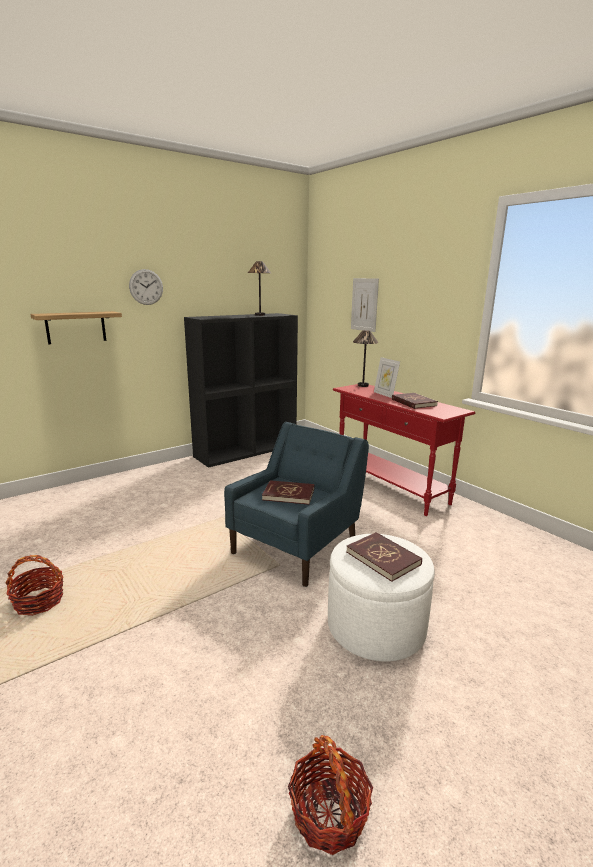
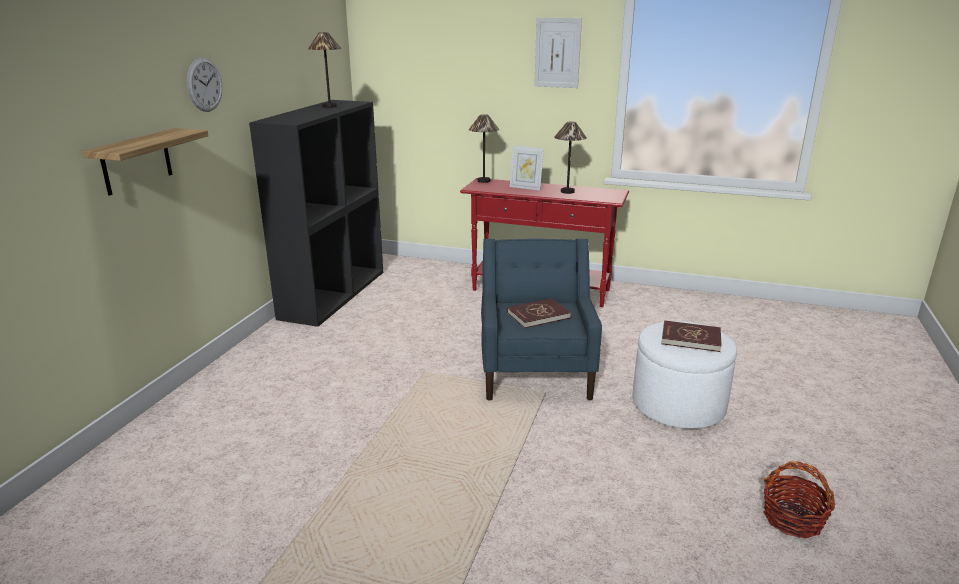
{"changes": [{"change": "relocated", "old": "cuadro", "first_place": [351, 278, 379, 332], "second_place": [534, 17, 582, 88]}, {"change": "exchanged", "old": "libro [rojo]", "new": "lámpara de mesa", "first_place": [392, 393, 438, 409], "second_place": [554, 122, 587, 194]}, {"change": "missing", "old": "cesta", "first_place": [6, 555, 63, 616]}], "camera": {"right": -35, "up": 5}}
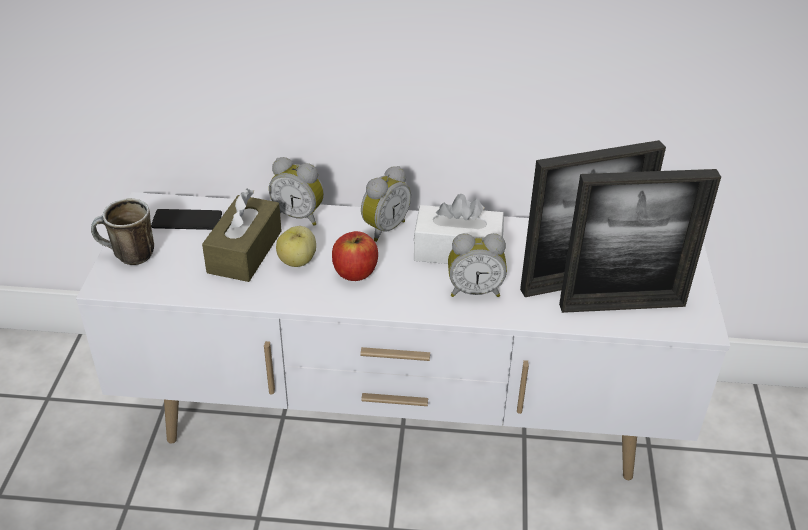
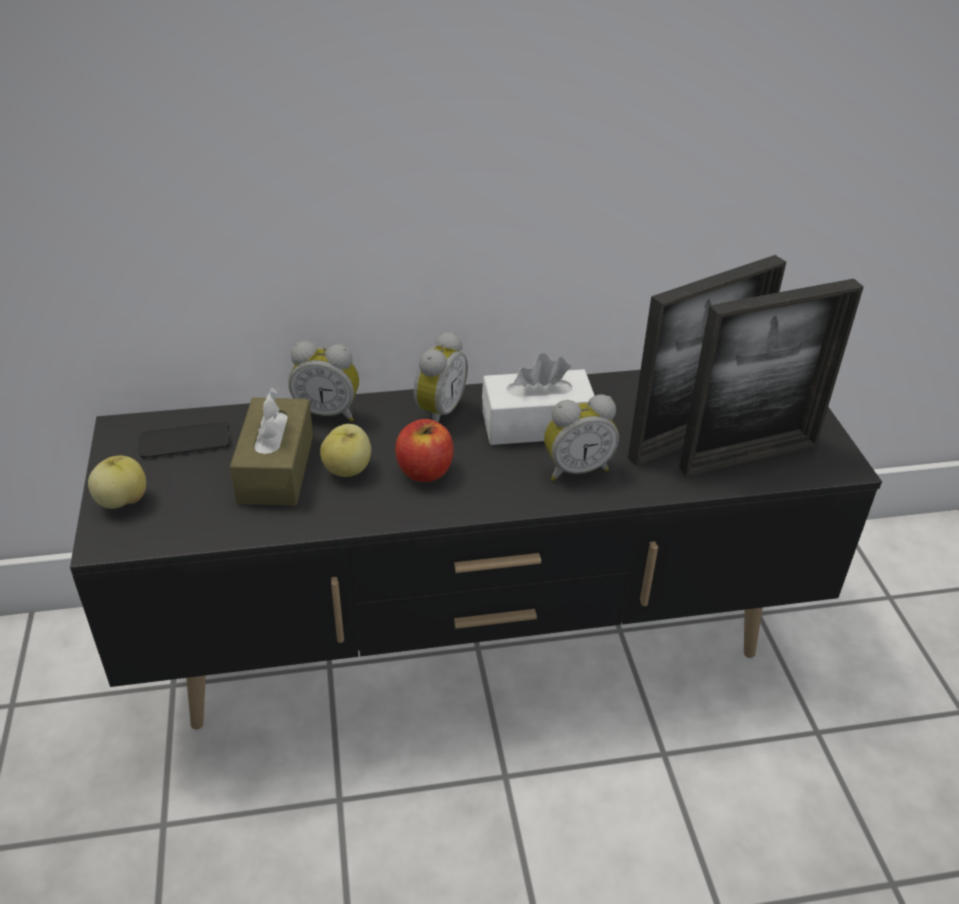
{"changes": [{"change": "colour", "old": "mueble de televisión [blanco]", "new": "mueble de televisión [negro]", "first_place": [76, 192, 730, 480], "second_place": [70, 370, 882, 730]}, {"change": "exchanged", "old": "taza grande", "new": "manzana", "first_place": [91, 198, 154, 265], "second_place": [88, 455, 146, 509]}], "camera": {"right": -15, "up": 0}}
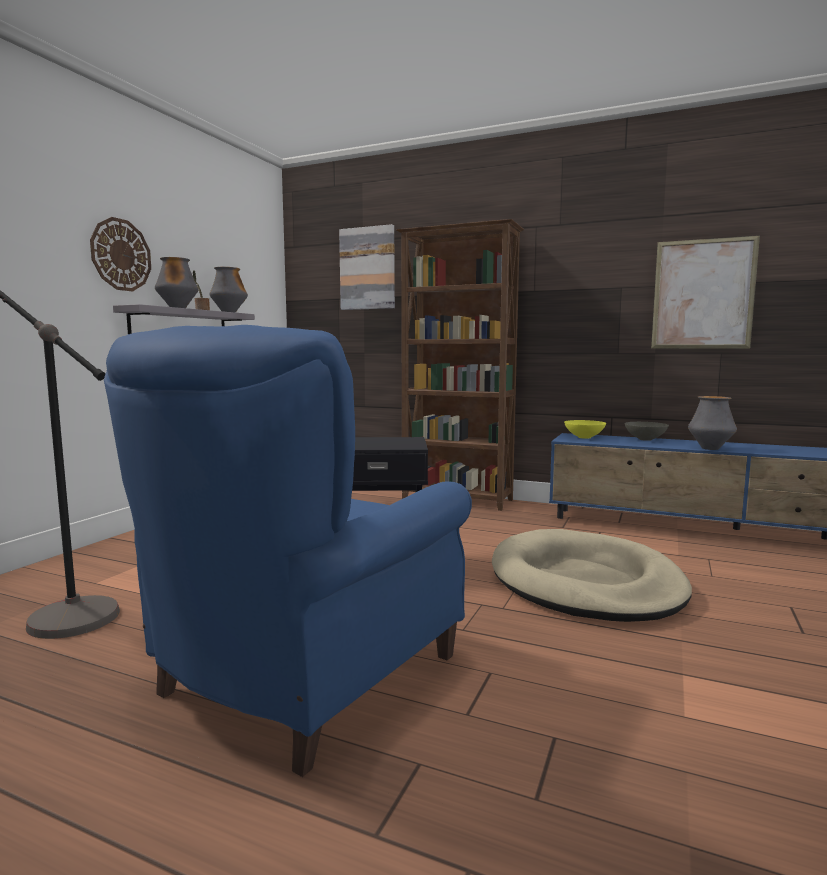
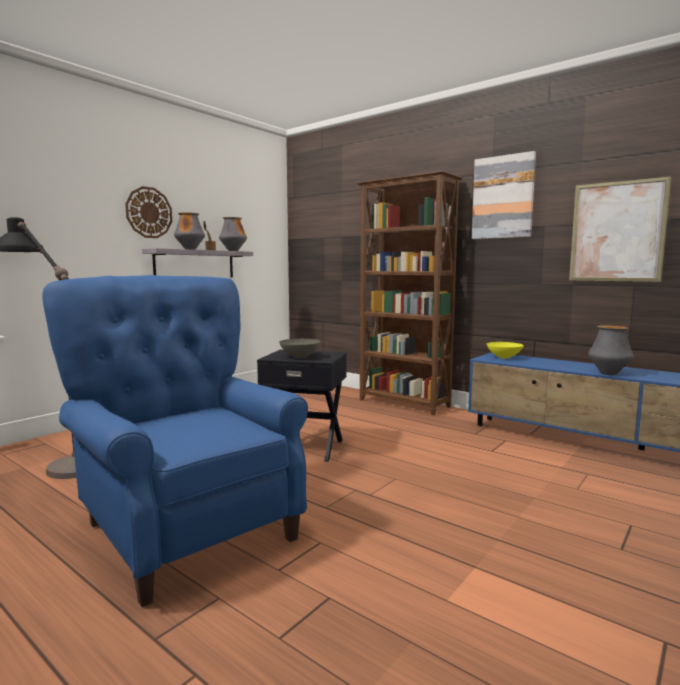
{"changes": [{"change": "relocated", "old": "cuadro", "first_place": [339, 224, 395, 310], "second_place": [472, 151, 536, 239]}, {"change": "spun", "old": "sillón [azul]", "first_place": [104, 325, 472, 777], "second_place": [42, 275, 308, 607], "degrees": 90}, {"change": "relocated", "old": "cuenco [gris]", "first_place": [624, 422, 669, 441], "second_place": [279, 339, 321, 358]}, {"change": "missing", "old": "cama para perro [beis]", "first_place": [492, 529, 692, 622]}], "camera": {"right": 15, "up": 0}}
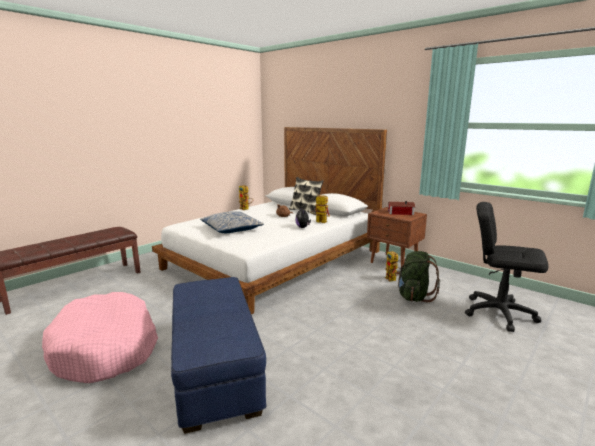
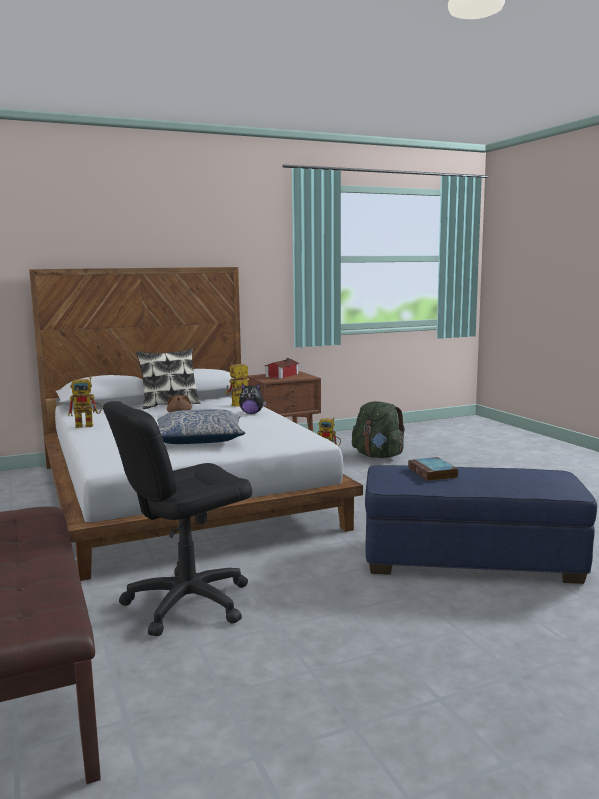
{"changes": [{"change": "relocated", "old": "silla de oficina [negro]", "first_place": [465, 202, 548, 332], "second_place": [103, 401, 252, 636]}, {"change": "missing", "old": "cama para perro [rosa]", "first_place": [42, 292, 158, 383]}, {"change": "appeared", "new": "libro", "second_place": [408, 457, 458, 481]}], "camera": {"right": -65, "up": -5}}
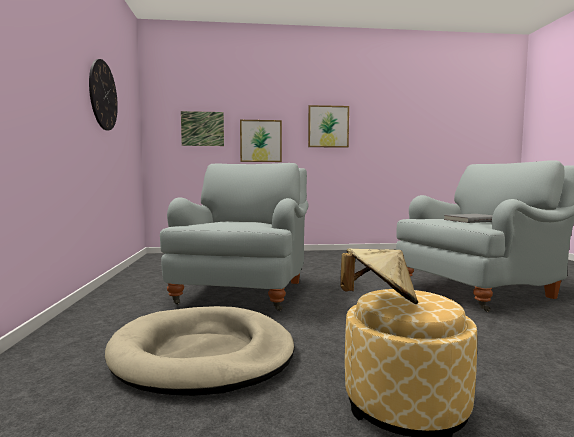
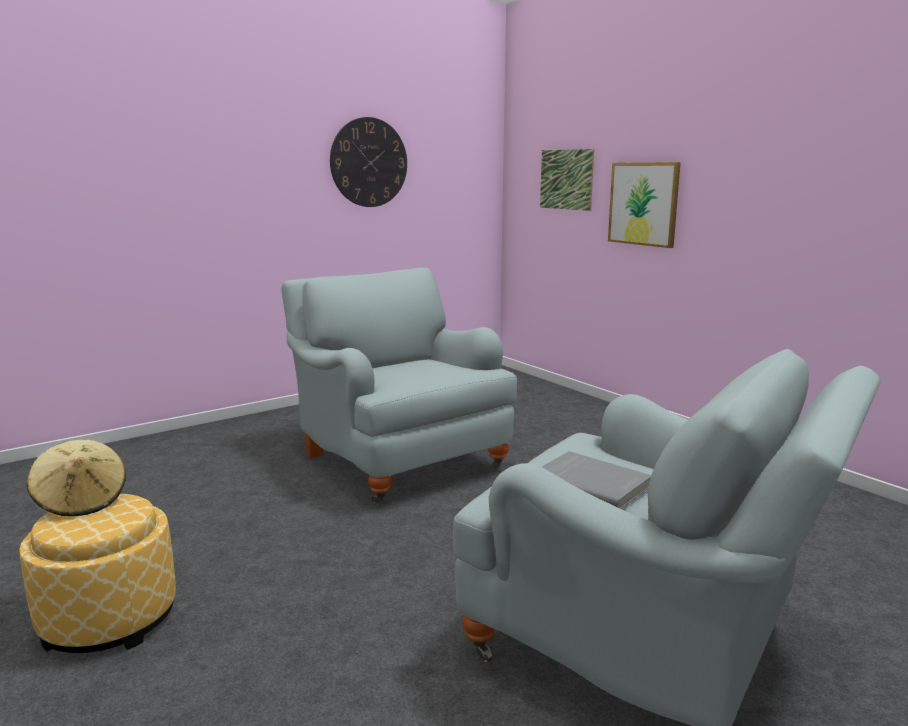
{"changes": [{"change": "missing", "old": "cuadro", "first_place": [308, 105, 349, 148]}, {"change": "spun", "old": "sillón [gris]", "first_place": [160, 163, 309, 311], "second_place": [281, 268, 517, 503], "degrees": -105}, {"change": "missing", "old": "cama para perro [beis]", "first_place": [105, 306, 295, 396]}], "camera": {"right": 60, "up": 10}}
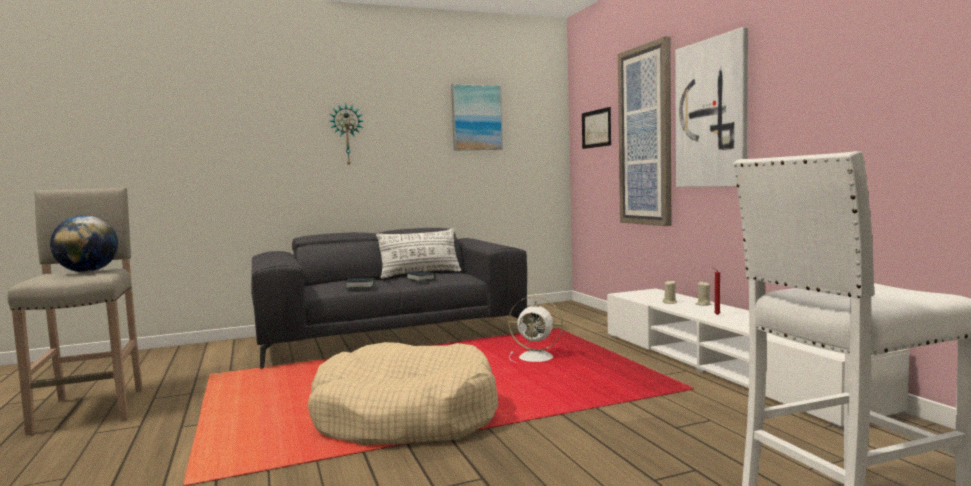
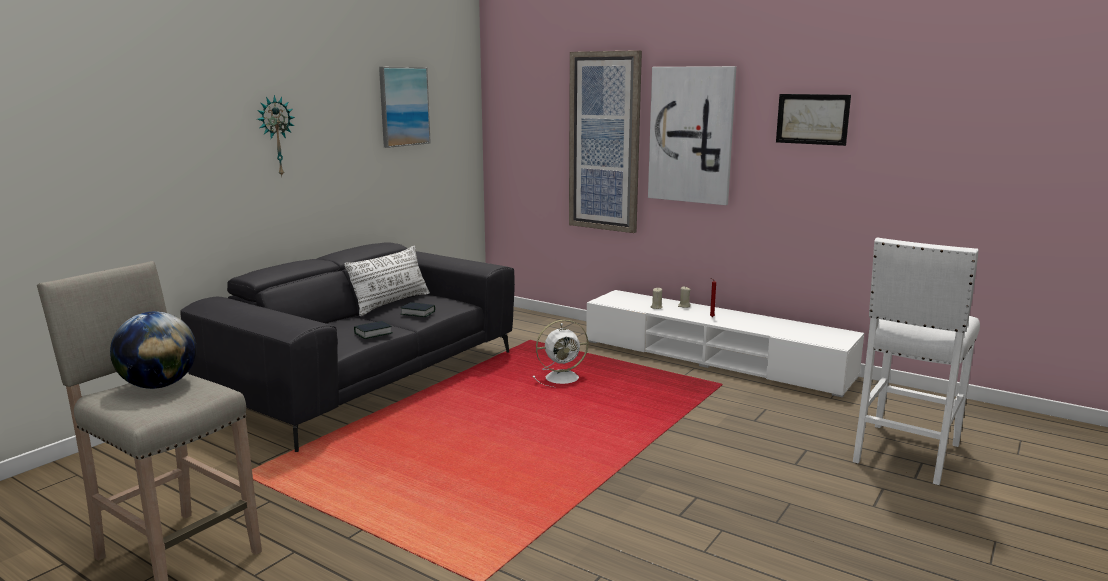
{"changes": [{"change": "relocated", "old": "cuadro", "first_place": [582, 107, 611, 149], "second_place": [776, 94, 851, 146]}, {"change": "missing", "old": "cama para perro [beis]", "first_place": [308, 342, 499, 445]}], "camera": {"right": -35, "up": 10}}
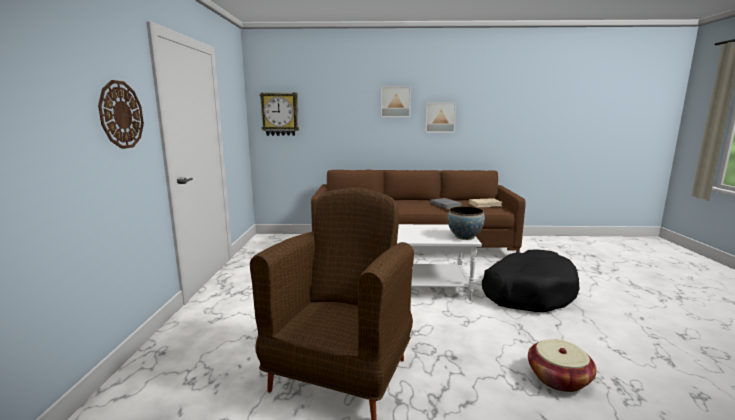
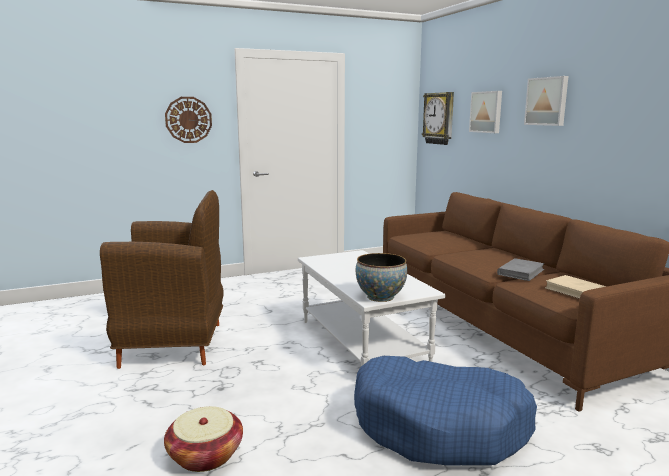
{"changes": [{"change": "relocated", "old": "cuadro", "first_place": [425, 103, 456, 133], "second_place": [469, 91, 502, 133]}, {"change": "colour", "old": "cama para perro [negro]", "new": "cama para perro [azul]", "first_place": [482, 250, 579, 312], "second_place": [354, 356, 537, 465]}], "camera": {"right": 65, "up": 0}}
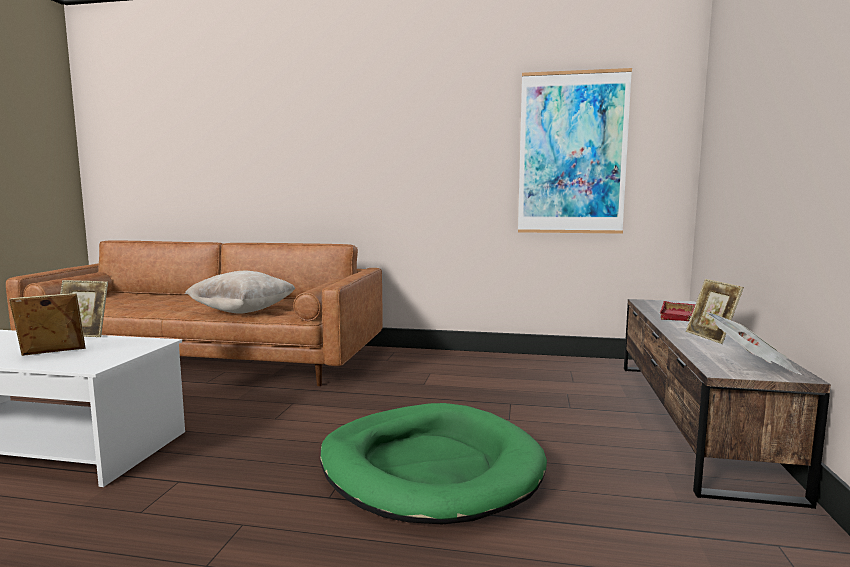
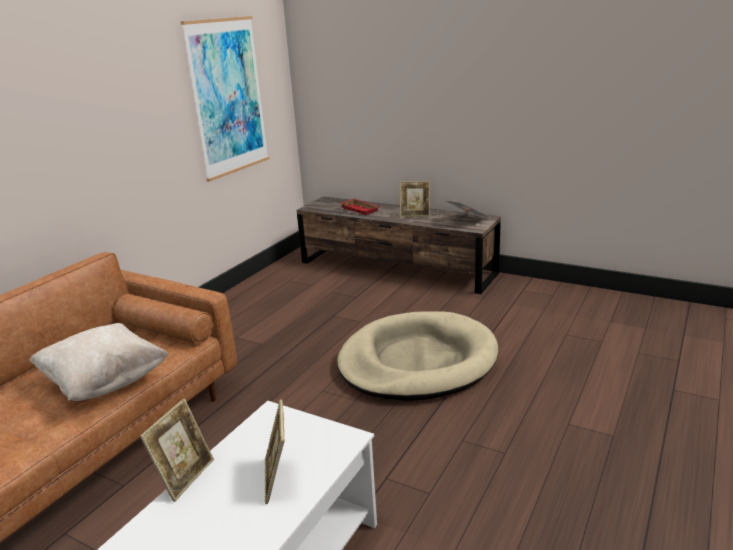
{"changes": [{"change": "colour", "old": "cama para perro [verde]", "new": "cama para perro [beis]", "first_place": [320, 403, 547, 525], "second_place": [337, 311, 498, 401]}], "camera": {"right": -70, "up": 15}}
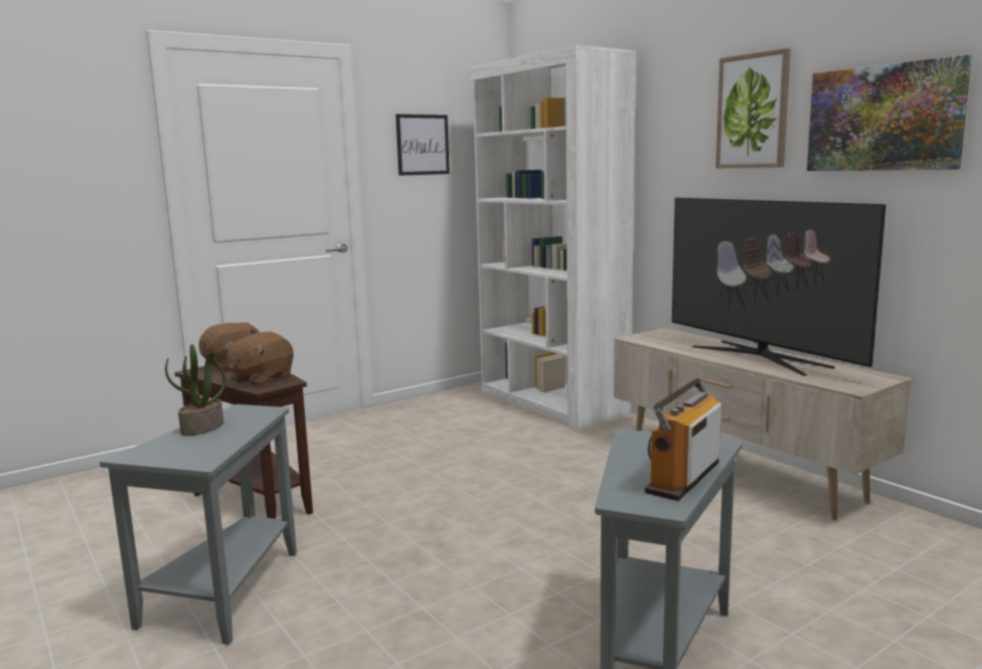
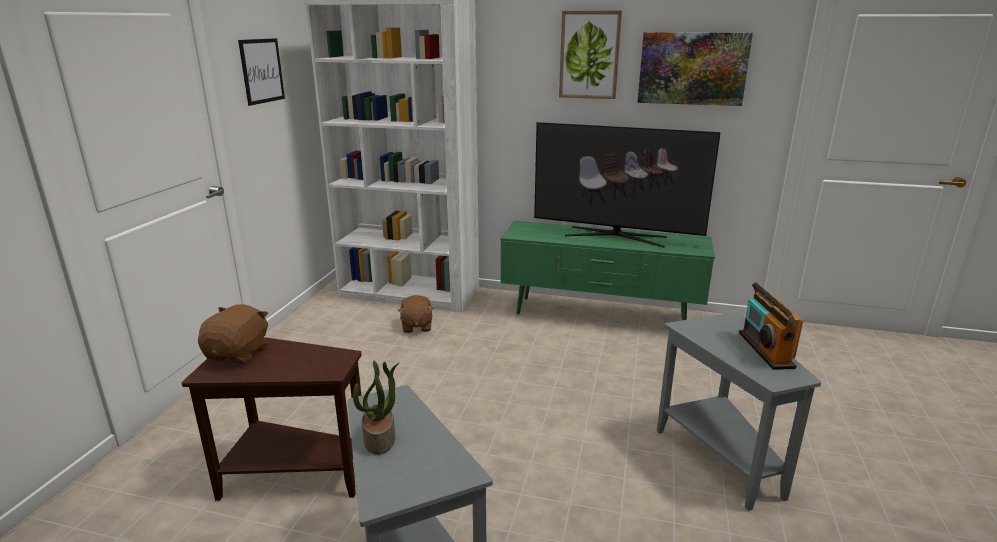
{"changes": [{"change": "colour", "old": "mueble de televisión [beis]", "new": "mueble de televisión [verde]", "first_place": [614, 328, 913, 520], "second_place": [501, 221, 715, 320]}, {"change": "relocated", "old": "peluche [marrón]", "first_place": [225, 331, 293, 387], "second_place": [398, 295, 434, 333]}], "camera": {"right": -40, "up": 10}}
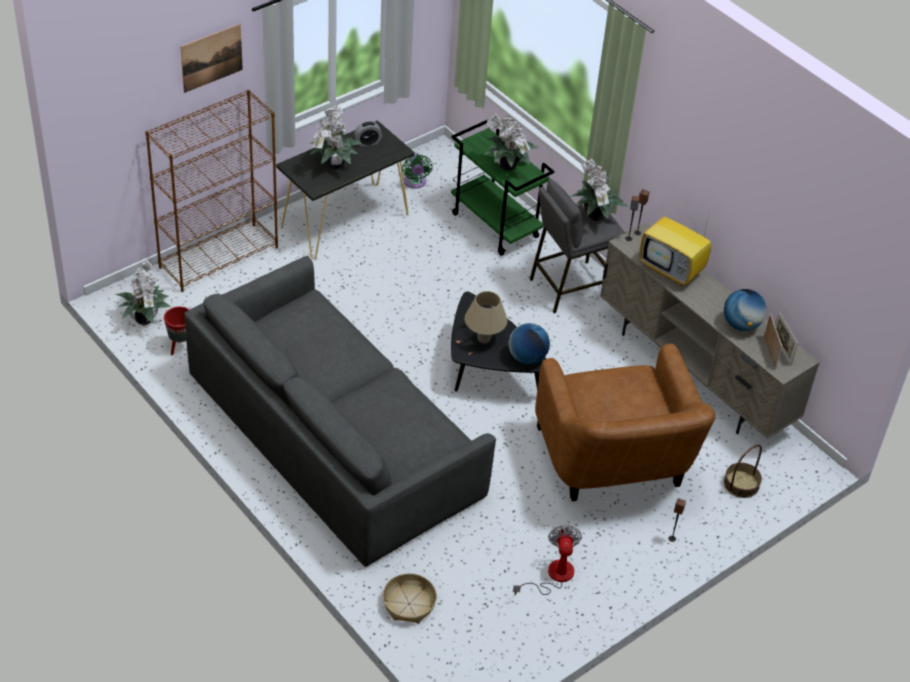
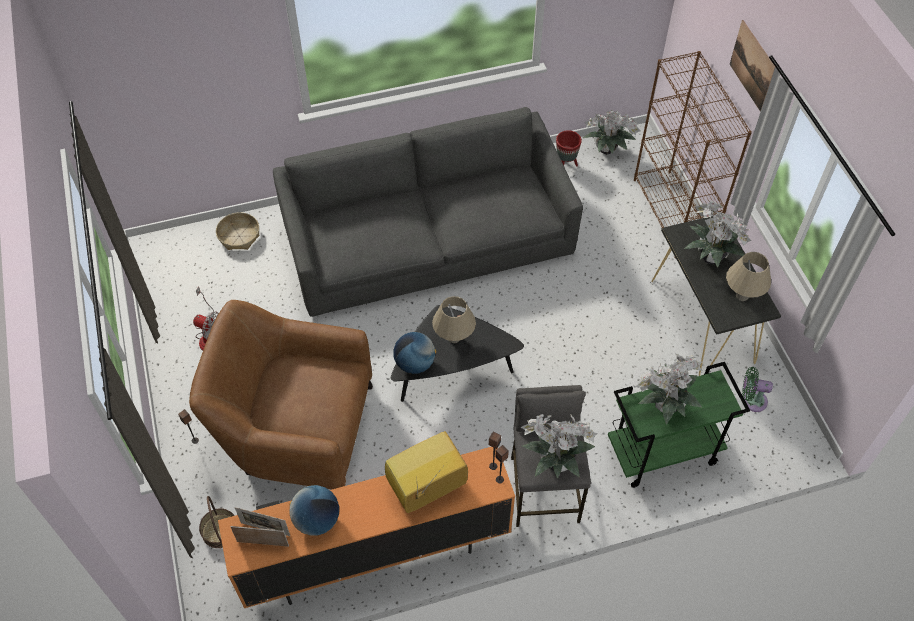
{"changes": [{"change": "exchanged", "old": "despertador", "new": "lámpara de mesa [beis]", "first_place": [354, 121, 382, 147], "second_place": [726, 252, 771, 301]}, {"change": "colour", "old": "mueble de televisión [beis]", "new": "mueble de televisión [naranja]", "first_place": [600, 223, 820, 439], "second_place": [218, 447, 515, 608]}], "camera": {"right": 115, "up": 10}}
